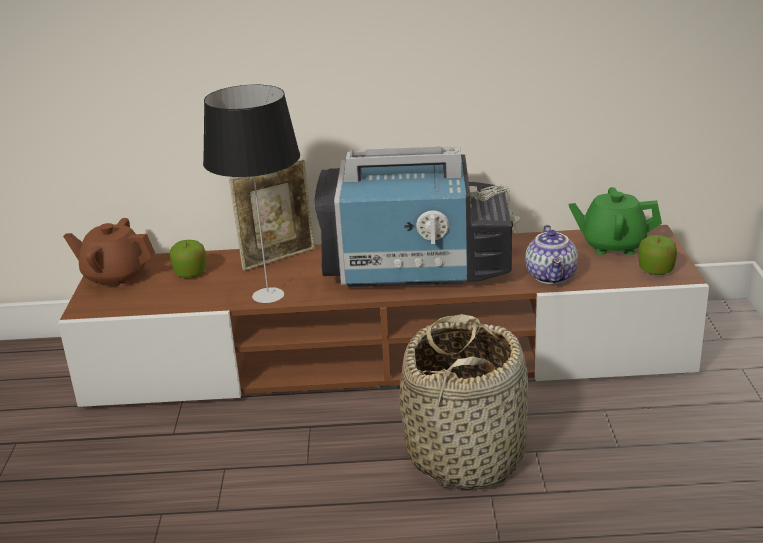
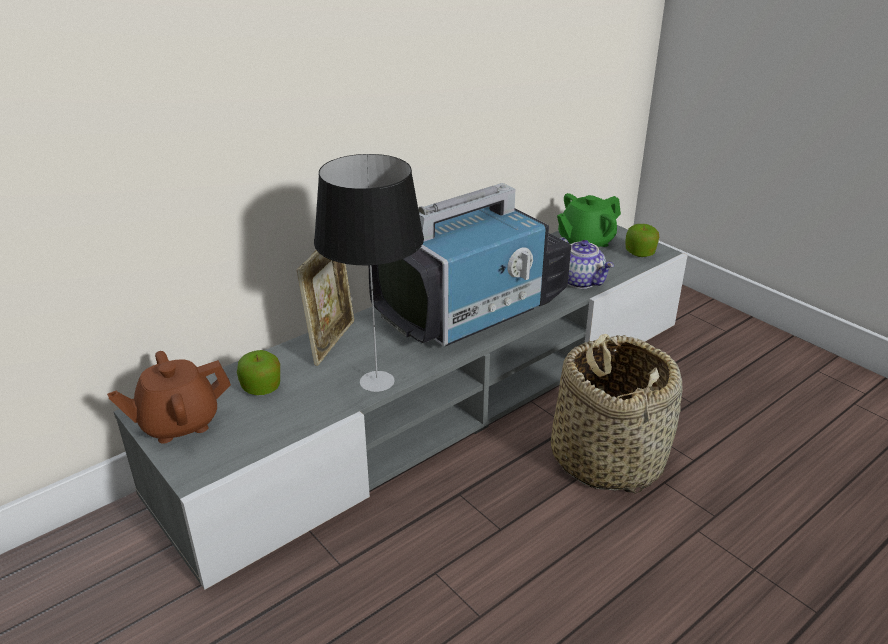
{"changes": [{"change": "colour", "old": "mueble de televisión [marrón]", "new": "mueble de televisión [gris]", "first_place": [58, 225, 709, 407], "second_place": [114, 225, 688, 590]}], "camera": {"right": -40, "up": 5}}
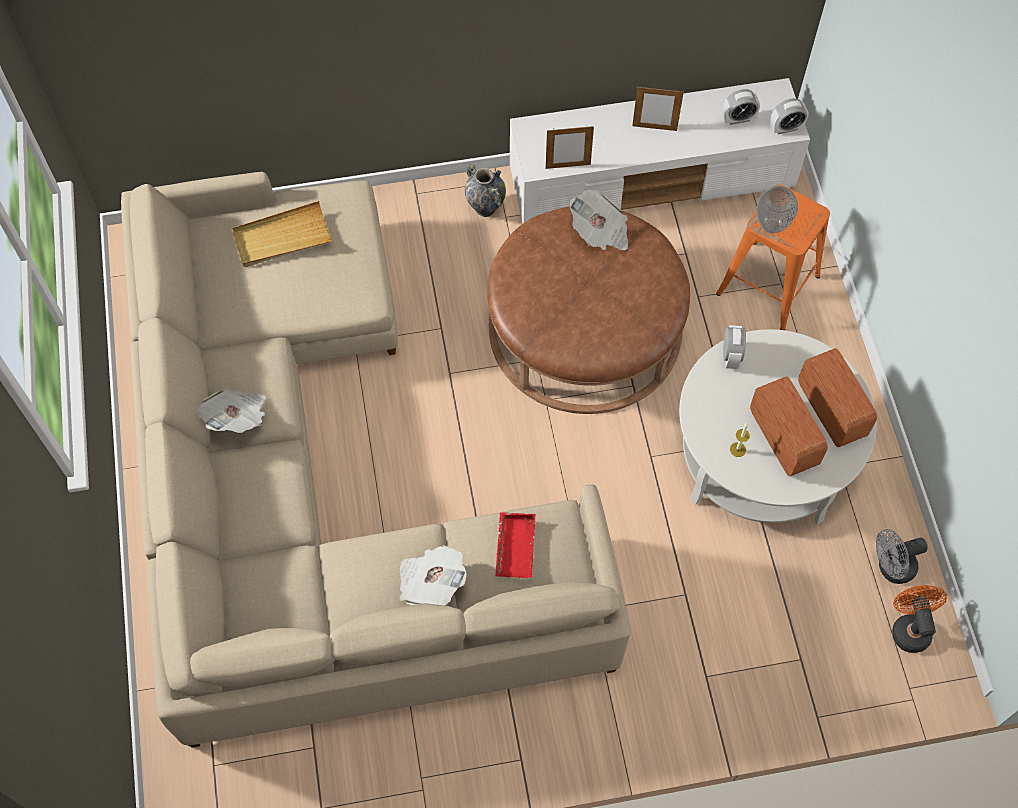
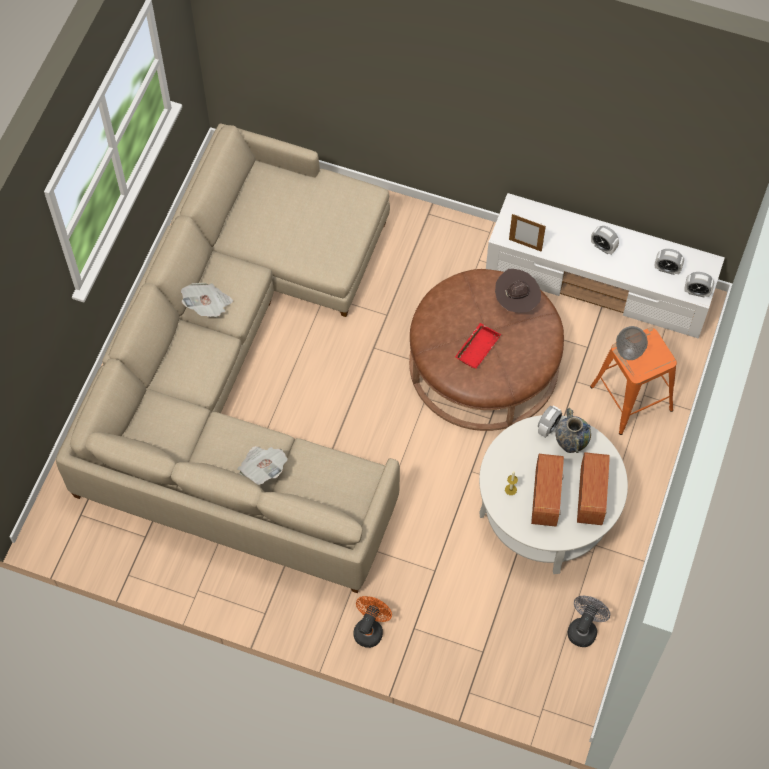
{"changes": [{"change": "exchanged", "old": "portarretratos", "new": "despertador", "first_place": [632, 87, 684, 131], "second_place": [591, 226, 619, 255]}, {"change": "relocated", "old": "florero", "first_place": [465, 164, 506, 217], "second_place": [555, 408, 591, 453]}, {"change": "exchanged", "old": "periódico", "new": "sombrero [marrón]", "first_place": [569, 190, 628, 250], "second_place": [495, 269, 541, 313]}, {"change": "missing", "old": "bandeja [beis]", "first_place": [232, 201, 332, 267]}, {"change": "relocated", "old": "bandeja [rojo]", "first_place": [495, 512, 536, 578], "second_place": [455, 323, 501, 369]}, {"change": "spun", "old": "ventilador [gris]", "first_place": [876, 529, 928, 584], "second_place": [567, 596, 610, 647], "degrees": 105}, {"change": "relocated", "old": "ventilador [naranja]", "first_place": [892, 585, 947, 653], "second_place": [353, 596, 392, 648]}], "camera": {"right": 30, "up": 0}}
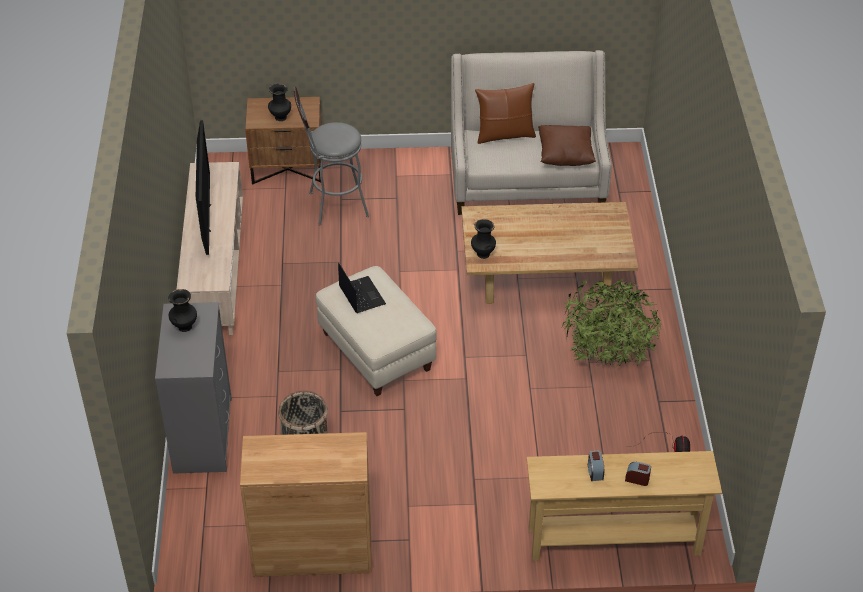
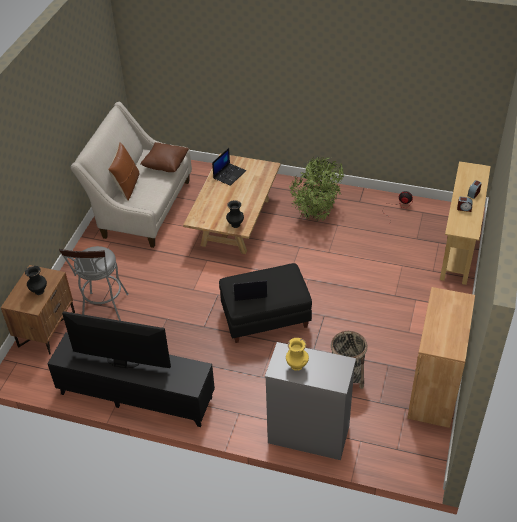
{"changes": [{"change": "colour", "old": "mueble de televisión [beis]", "new": "mueble de televisión [negro]", "first_place": [177, 162, 243, 335], "second_place": [47, 332, 215, 427]}, {"change": "colour", "old": "puf [beis]", "new": "puf [negro]", "first_place": [316, 266, 437, 396], "second_place": [219, 263, 312, 343]}, {"change": "colour", "old": "florero [negro]", "new": "florero [amarillo]", "first_place": [168, 289, 197, 332], "second_place": [286, 338, 309, 370]}, {"change": "appeared", "new": "portátil", "second_place": [212, 148, 246, 186]}], "camera": {"right": -70, "up": 0}}
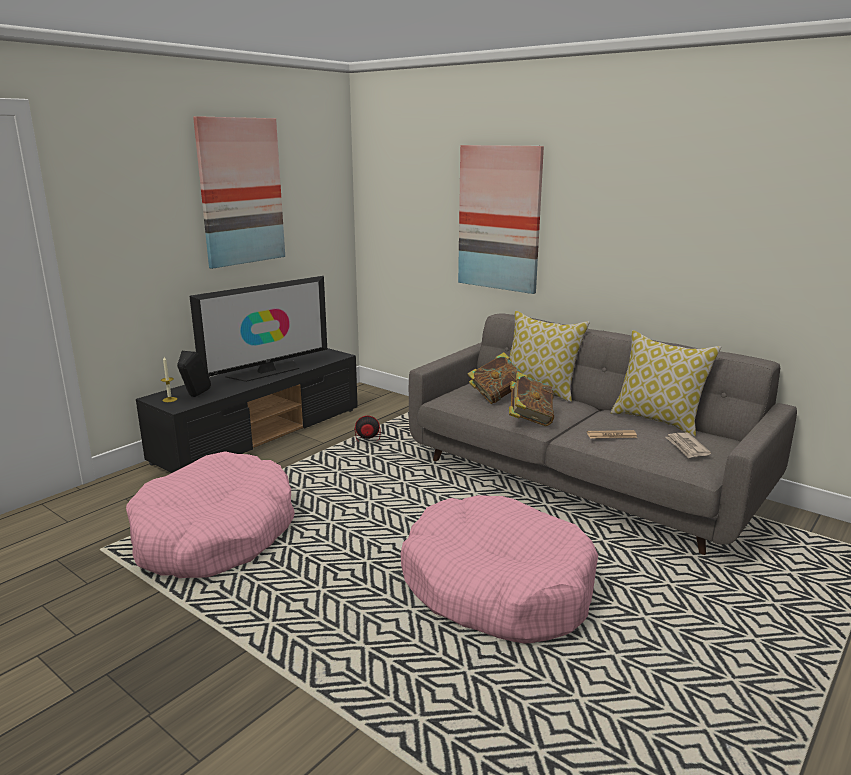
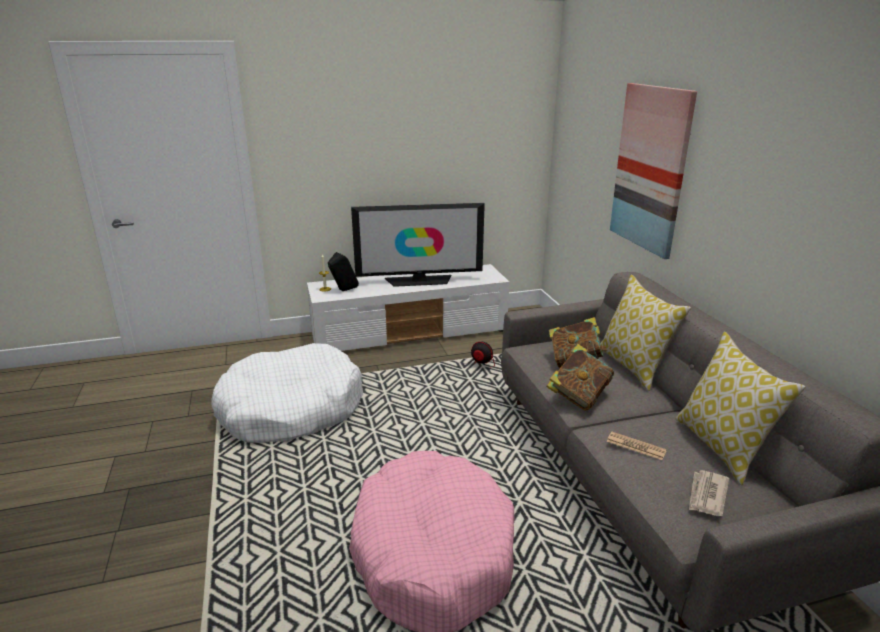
{"changes": [{"change": "missing", "old": "cuadro", "first_place": [193, 116, 285, 269]}, {"change": "colour", "old": "mueble de televisión [negro]", "new": "mueble de televisión [blanco]", "first_place": [136, 348, 358, 473], "second_place": [307, 264, 509, 351]}, {"change": "colour", "old": "cama para perro [rosa]", "new": "cama para perro [blanco]", "first_place": [126, 451, 295, 578], "second_place": [211, 343, 363, 443]}], "camera": {"right": 35, "up": 5}}
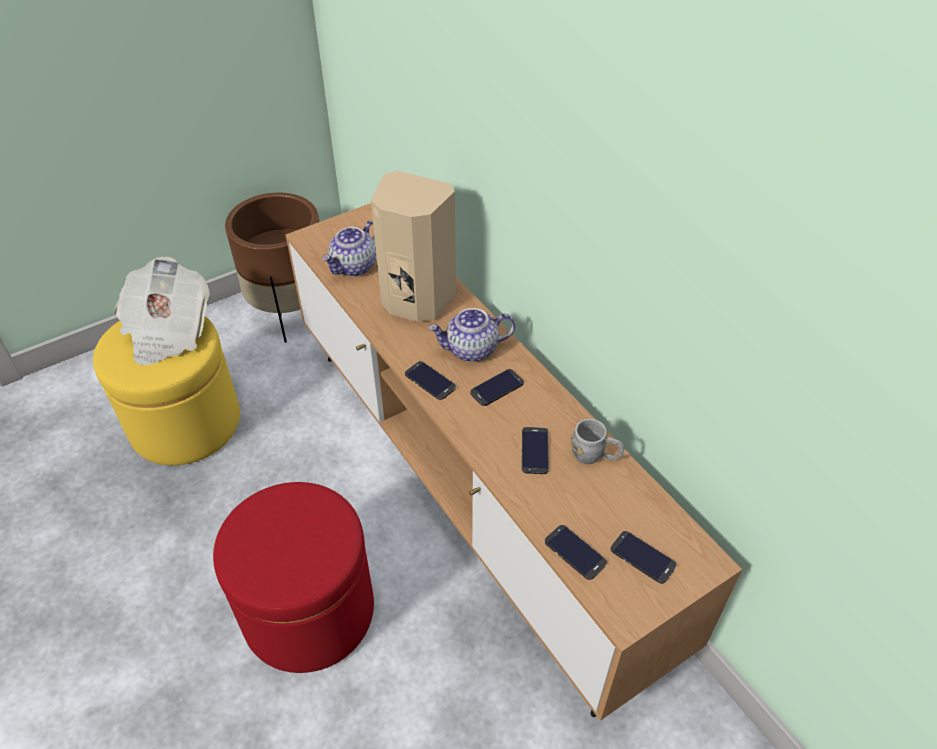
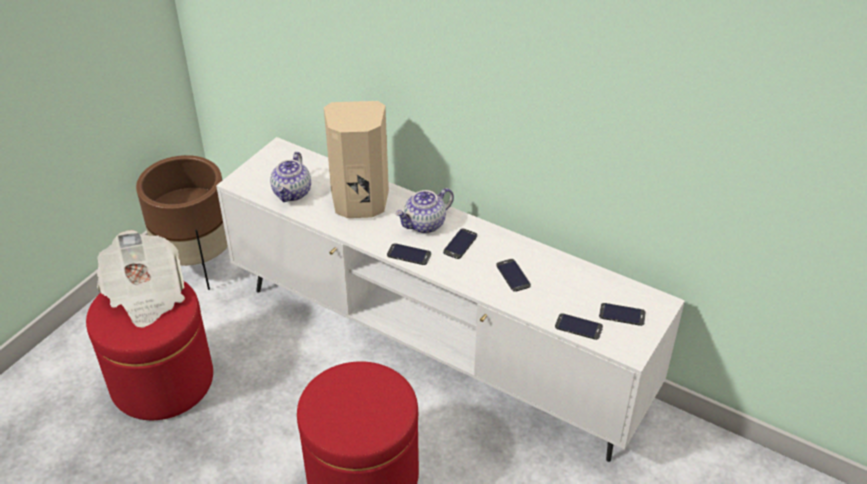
{"changes": [{"change": "colour", "old": "mueble de televisión [marrón]", "new": "mueble de televisión [blanco]", "first_place": [286, 203, 742, 721], "second_place": [216, 137, 685, 462]}, {"change": "colour", "old": "puf [amarillo]", "new": "puf [rojo]", "first_place": [93, 316, 240, 465], "second_place": [86, 281, 213, 420]}, {"change": "missing", "old": "taza grande [gris]", "first_place": [571, 419, 624, 464]}], "camera": {"right": -25, "up": -5}}
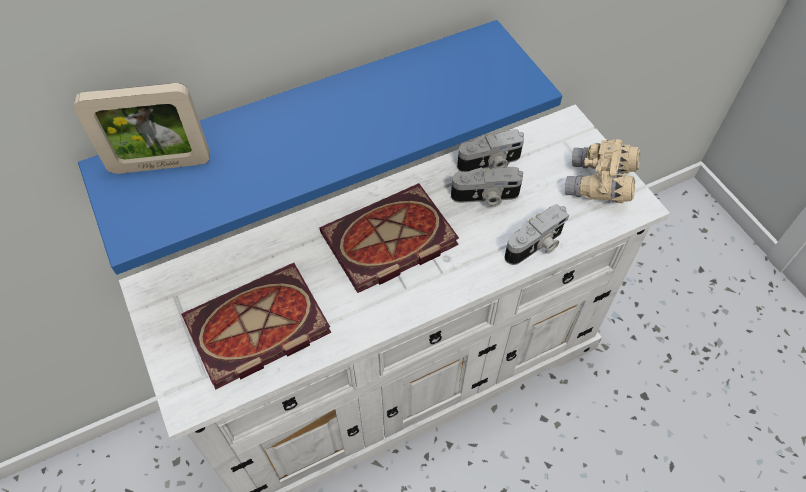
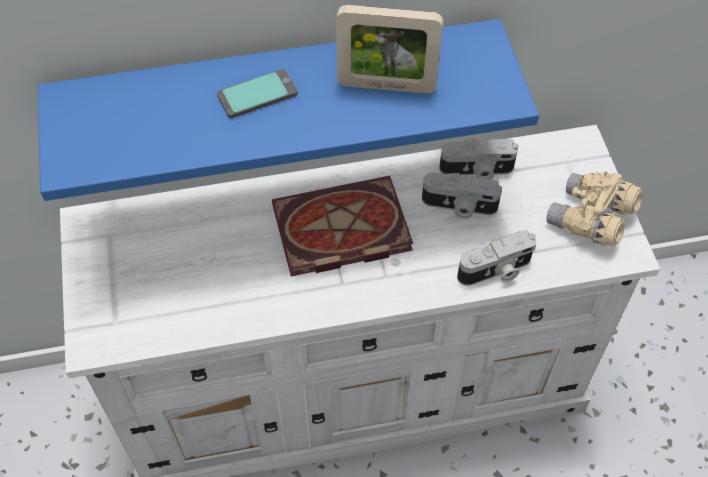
{"changes": [{"change": "relocated", "old": "portarretratos", "first_place": [74, 83, 209, 174], "second_place": [336, 5, 443, 94]}, {"change": "missing", "old": "libro", "first_place": [181, 263, 331, 390]}, {"change": "appeared", "new": "móvil", "second_place": [217, 69, 298, 118]}], "camera": {"right": 15, "up": 0}}
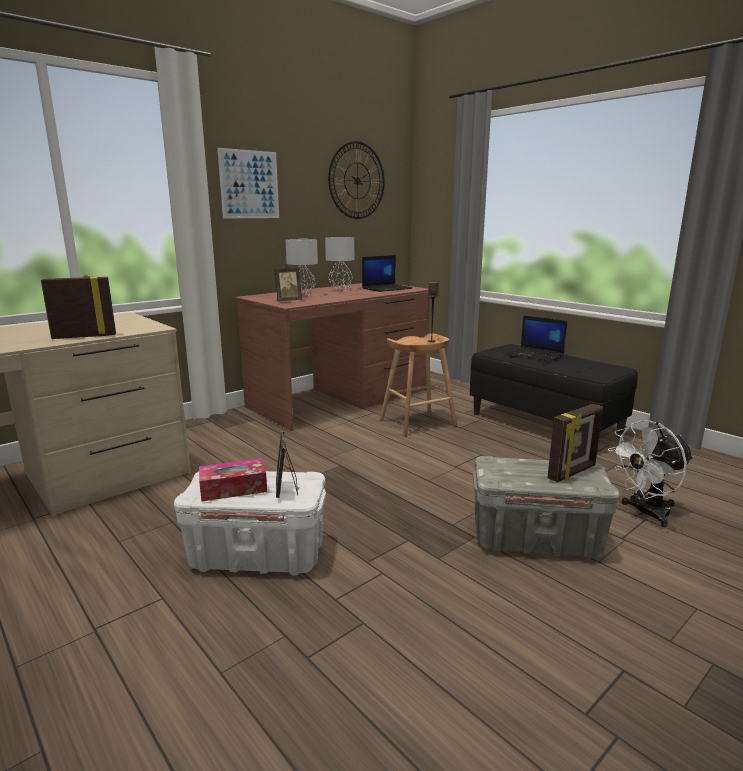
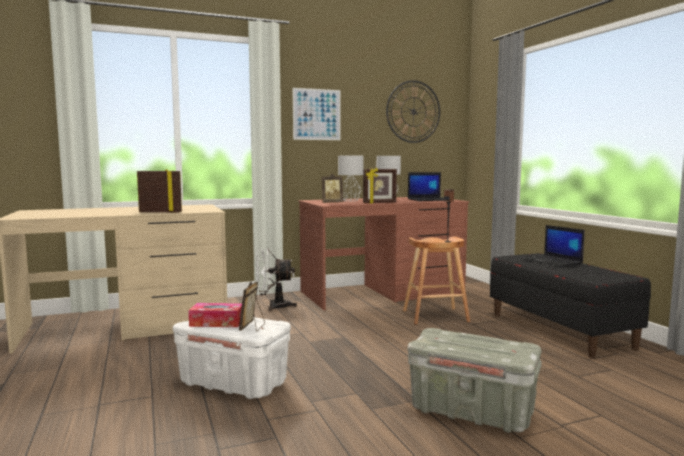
{"changes": [{"change": "relocated", "old": "portarretratos", "first_place": [547, 404, 603, 482], "second_place": [363, 168, 397, 203]}, {"change": "relocated", "old": "ventilador [blanco]", "first_place": [608, 420, 693, 527], "second_place": [256, 248, 297, 311]}], "camera": {"right": 20, "up": -10}}
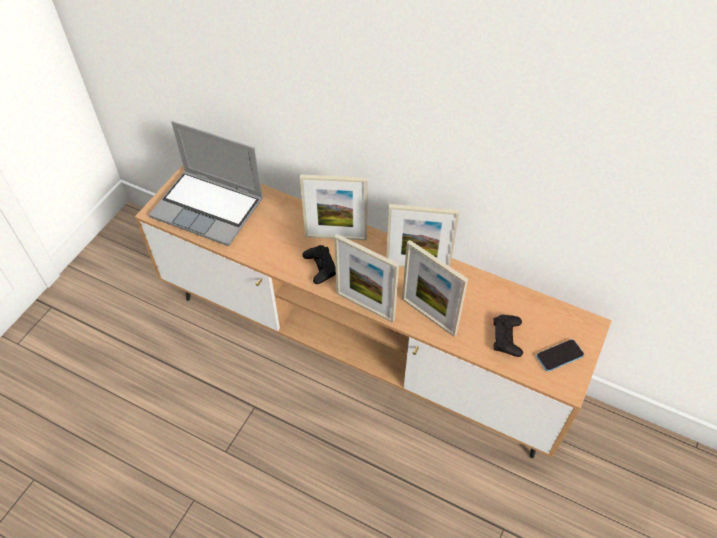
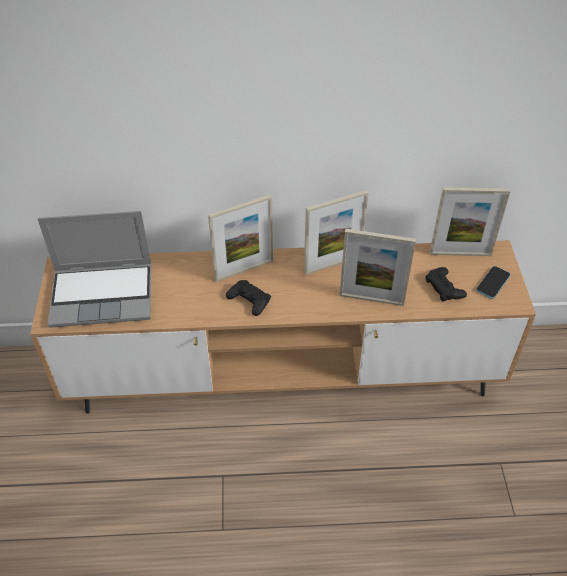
{"changes": [{"change": "relocated", "old": "portarretratos", "first_place": [334, 234, 399, 323], "second_place": [430, 187, 511, 256]}], "camera": {"right": -30, "up": -5}}
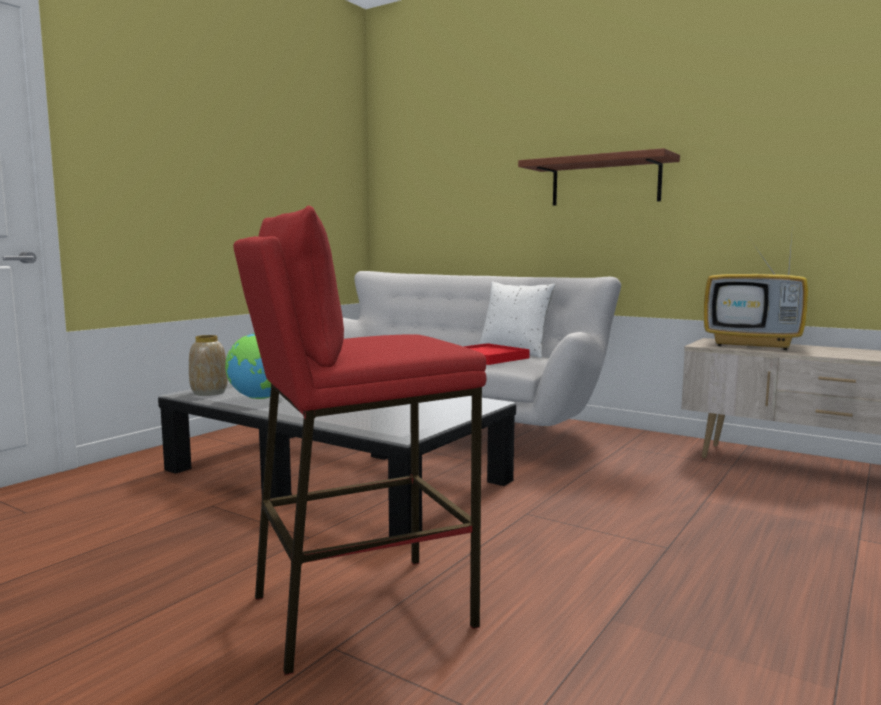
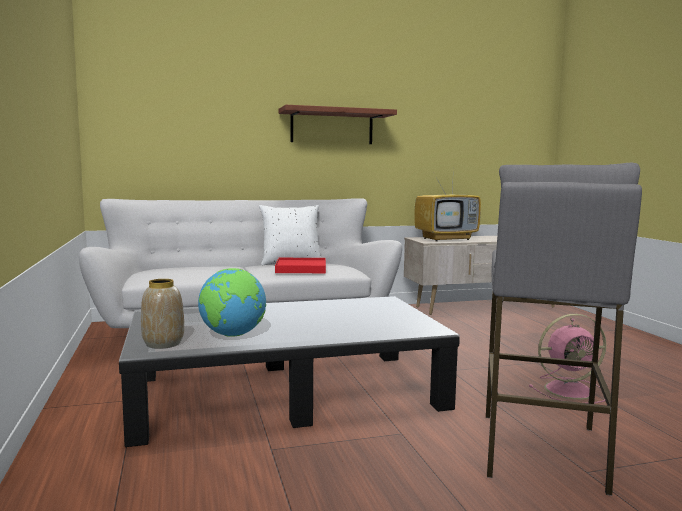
{"changes": [{"change": "colour", "old": "taburete [rojo]", "new": "taburete [gris]", "first_place": [233, 206, 486, 675], "second_place": [486, 163, 642, 496]}, {"change": "appeared", "new": "ventilador [rosa]", "second_place": [529, 314, 606, 403]}], "camera": {"right": -50, "up": 0}}
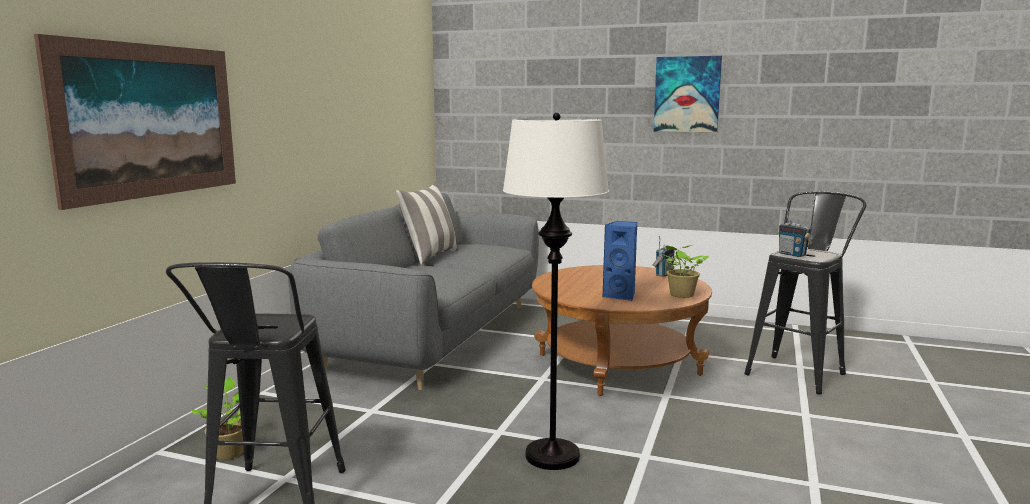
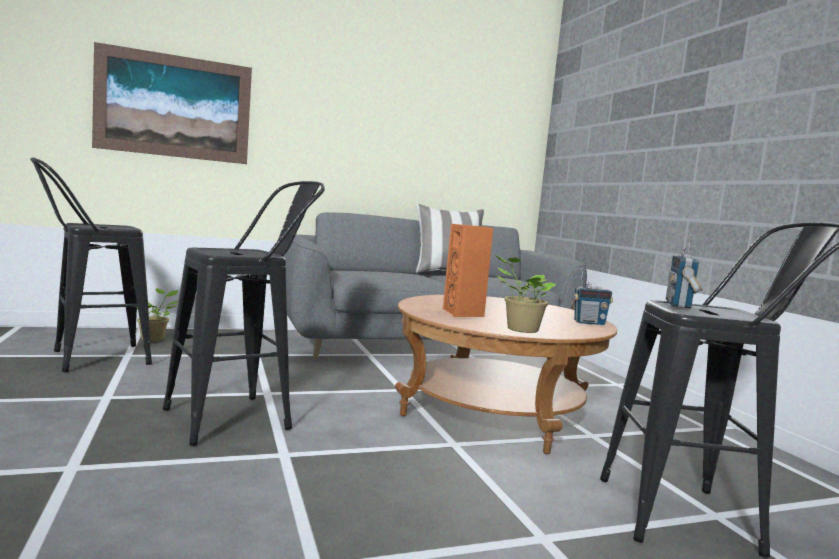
{"changes": [{"change": "missing", "old": "cuadro", "first_place": [654, 56, 722, 133]}, {"change": "exchanged", "old": "lámpara de pie [blanco]", "new": "taburete [negro]", "first_place": [503, 113, 609, 470], "second_place": [163, 181, 325, 446]}, {"change": "colour", "old": "altavoz [azul]", "new": "altavoz [naranja]", "first_place": [602, 221, 637, 301], "second_place": [443, 224, 493, 317]}], "camera": {"right": 50, "up": -5}}
